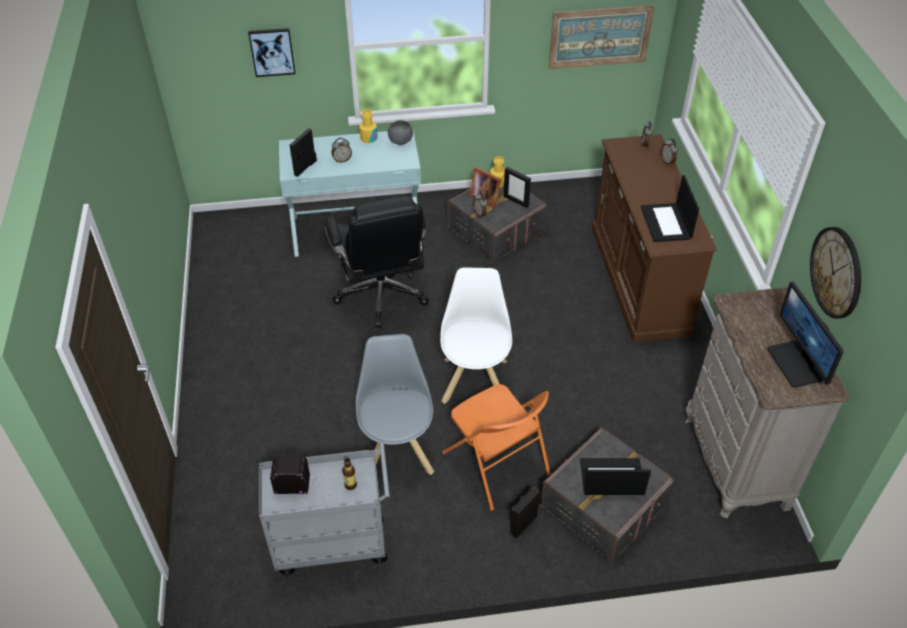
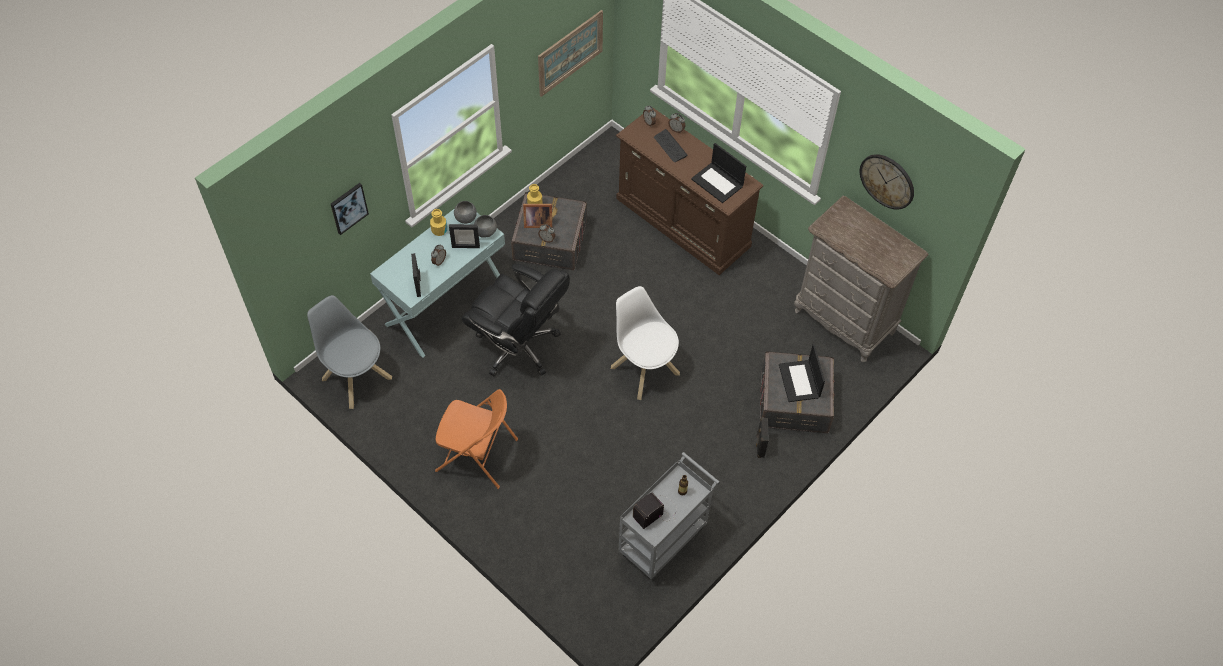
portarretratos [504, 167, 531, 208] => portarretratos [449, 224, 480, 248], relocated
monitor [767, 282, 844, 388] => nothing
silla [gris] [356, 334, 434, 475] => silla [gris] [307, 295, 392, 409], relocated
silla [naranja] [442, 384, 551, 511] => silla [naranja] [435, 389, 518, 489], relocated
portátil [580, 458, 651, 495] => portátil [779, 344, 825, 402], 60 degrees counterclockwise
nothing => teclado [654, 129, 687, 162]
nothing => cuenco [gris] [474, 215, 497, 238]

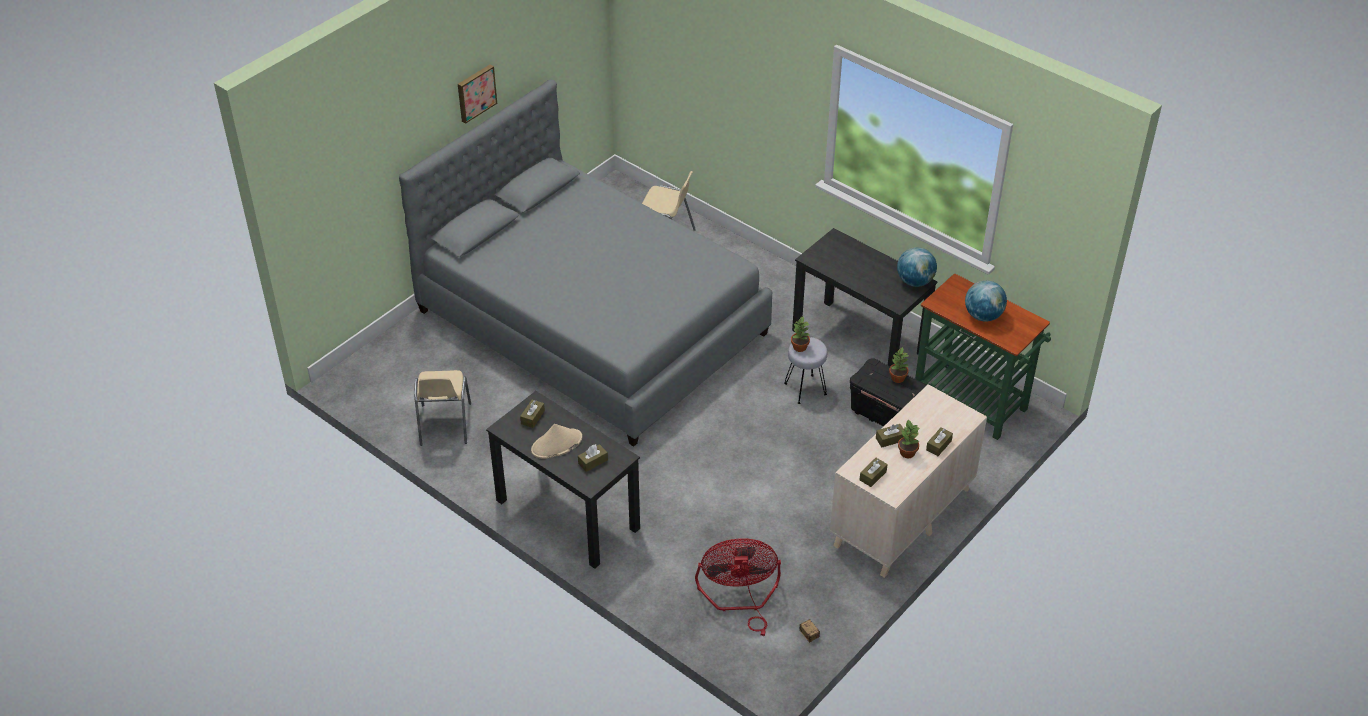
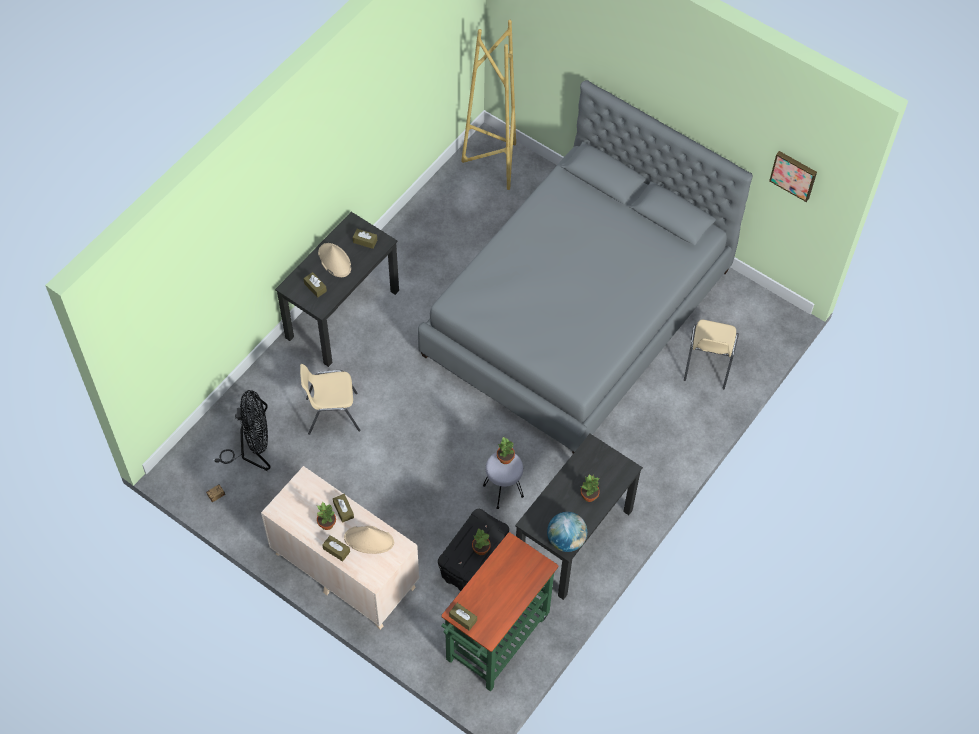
cuadro [458, 65, 497, 123] => cuadro [769, 151, 817, 202], relocated
globo terráqueo [965, 280, 1007, 322] => nothing
silla [beis] [414, 370, 471, 446] => silla [beis] [300, 364, 361, 435], relocated
caja de pañuelos [marrón] [860, 458, 888, 487] => caja de pañuelos [marrón] [449, 603, 477, 631], relocated
ventilador [rojo] [695, 538, 781, 636] => ventilador [negro] [213, 390, 271, 471]
nothing => perchero [amarillo] [461, 20, 516, 190]
nothing => planta en maceta [581, 475, 600, 502]
nothing => sombrero [beis] [344, 526, 394, 554]

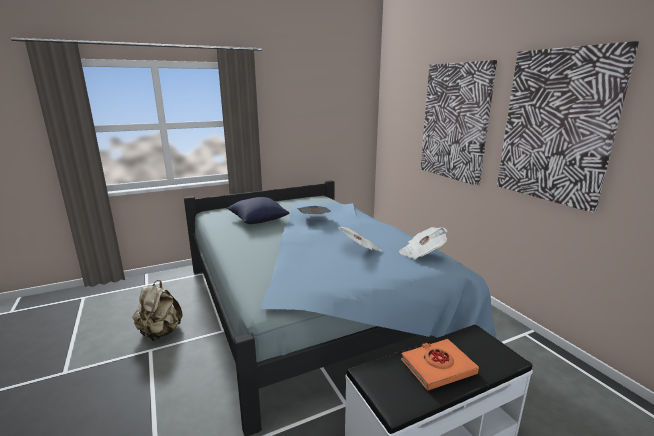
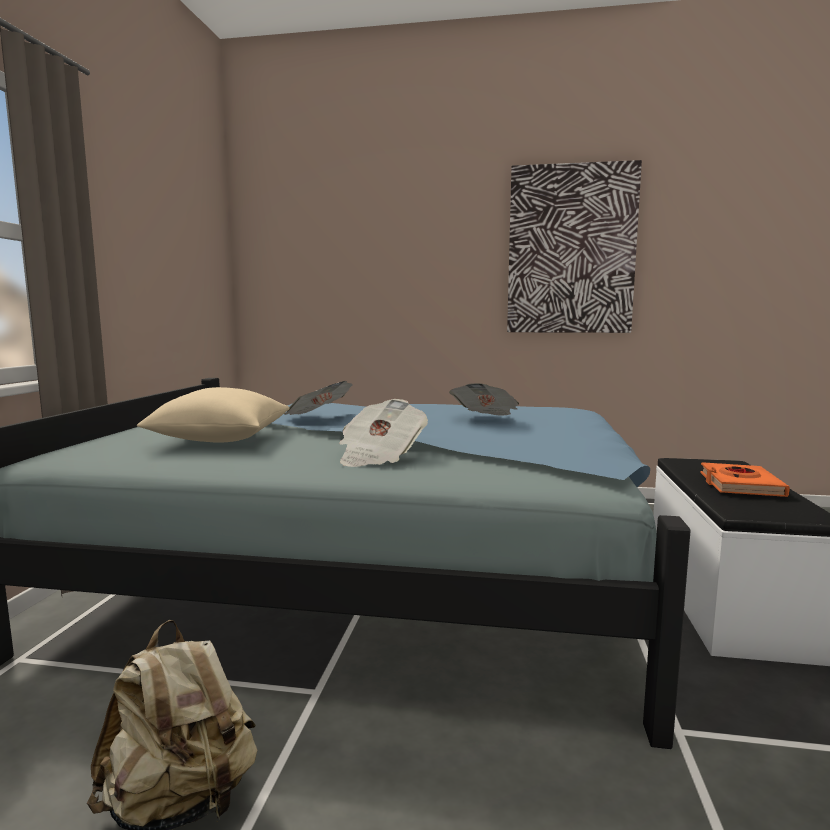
cuadro [421, 60, 497, 186] => nothing
cojín [azul] [227, 197, 290, 224] => cojín [beis] [137, 387, 290, 443]
periódico [399, 227, 447, 259] => periódico [340, 399, 428, 467], relocated

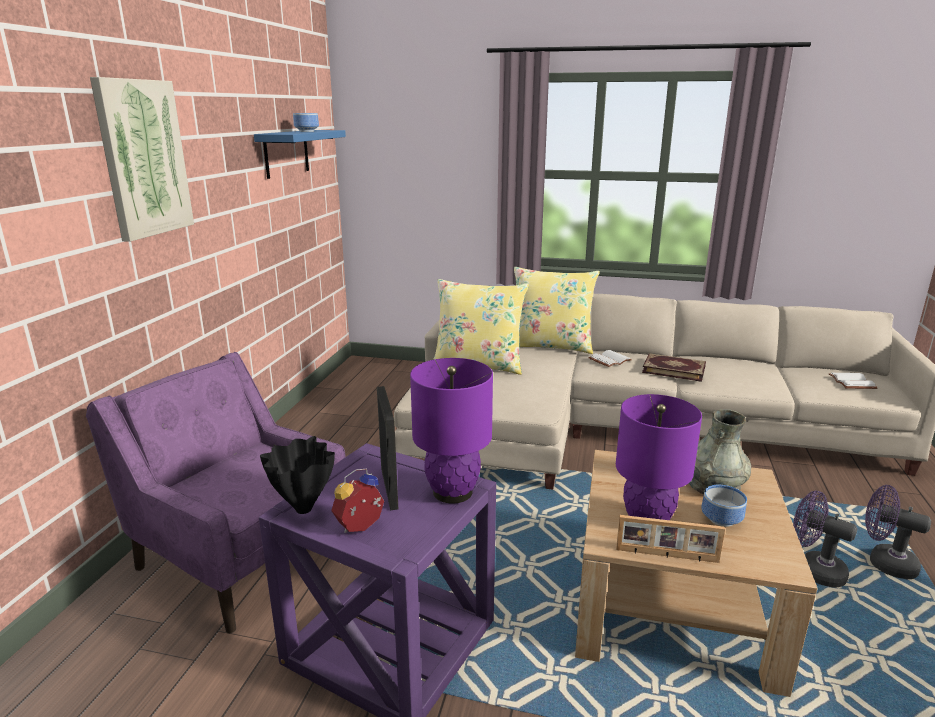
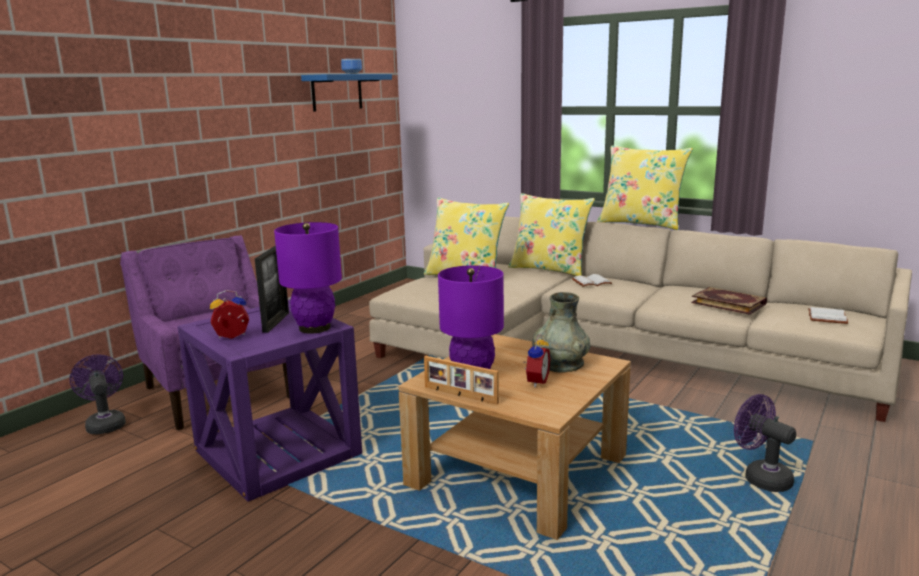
cuadro [90, 77, 194, 242] => nothing
libro [642, 353, 706, 382] => libro [691, 287, 767, 315], relocated
florero [negro] [260, 436, 335, 514] => nothing
cuenco [701, 485, 747, 527] => despertador [522, 335, 550, 388]
ventilador [morado] [793, 490, 858, 588] => ventilador [morado] [69, 354, 126, 434], relocated
nothing => cojín [amarillo] [597, 145, 693, 230]

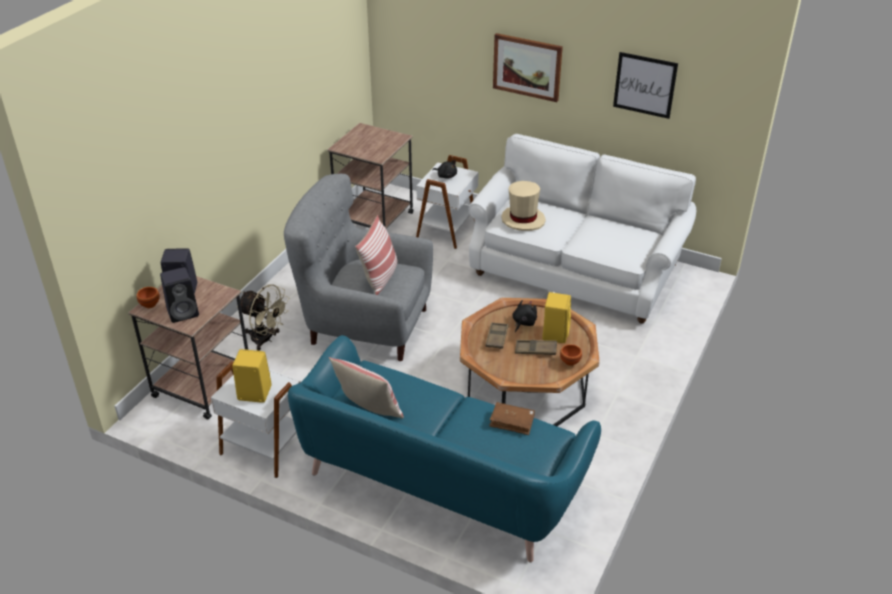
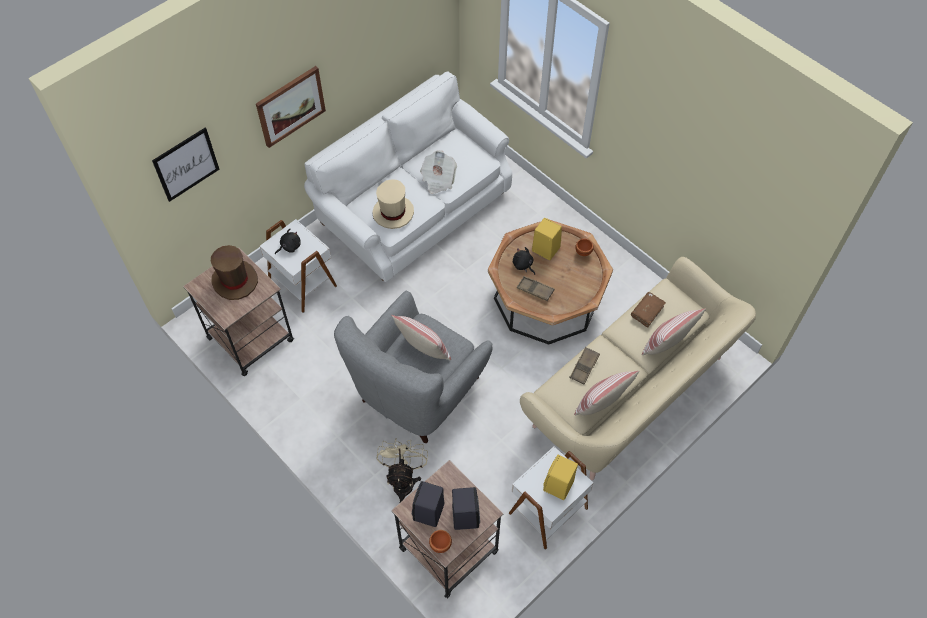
cuadro [613, 52, 678, 119] => cuadro [152, 128, 220, 202], relocated
ventilador [beis] [237, 284, 289, 351] => ventilador [beis] [377, 438, 428, 503], 45 degrees counterclockwise
sofá [turquesa] [288, 335, 601, 562] => sofá [beis] [520, 257, 756, 480]
bandeja [marrón] [515, 340, 557, 355] => bandeja [marrón] [569, 347, 600, 385], relocated
nothing => periódico [420, 150, 457, 194]
nothing => sombrero [marrón] [211, 245, 258, 300]
nothing => cojín [642, 308, 706, 355]

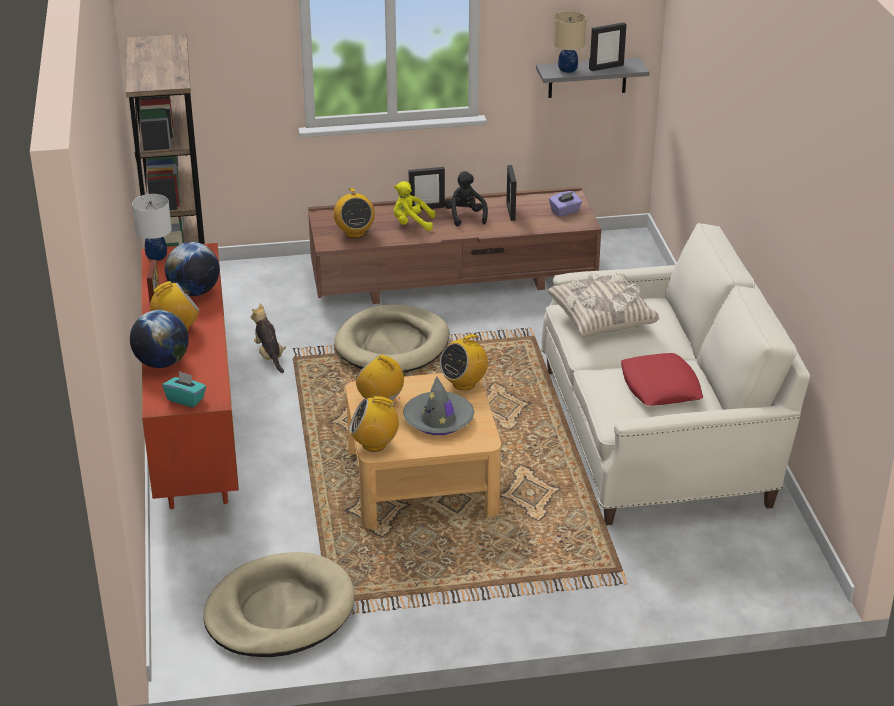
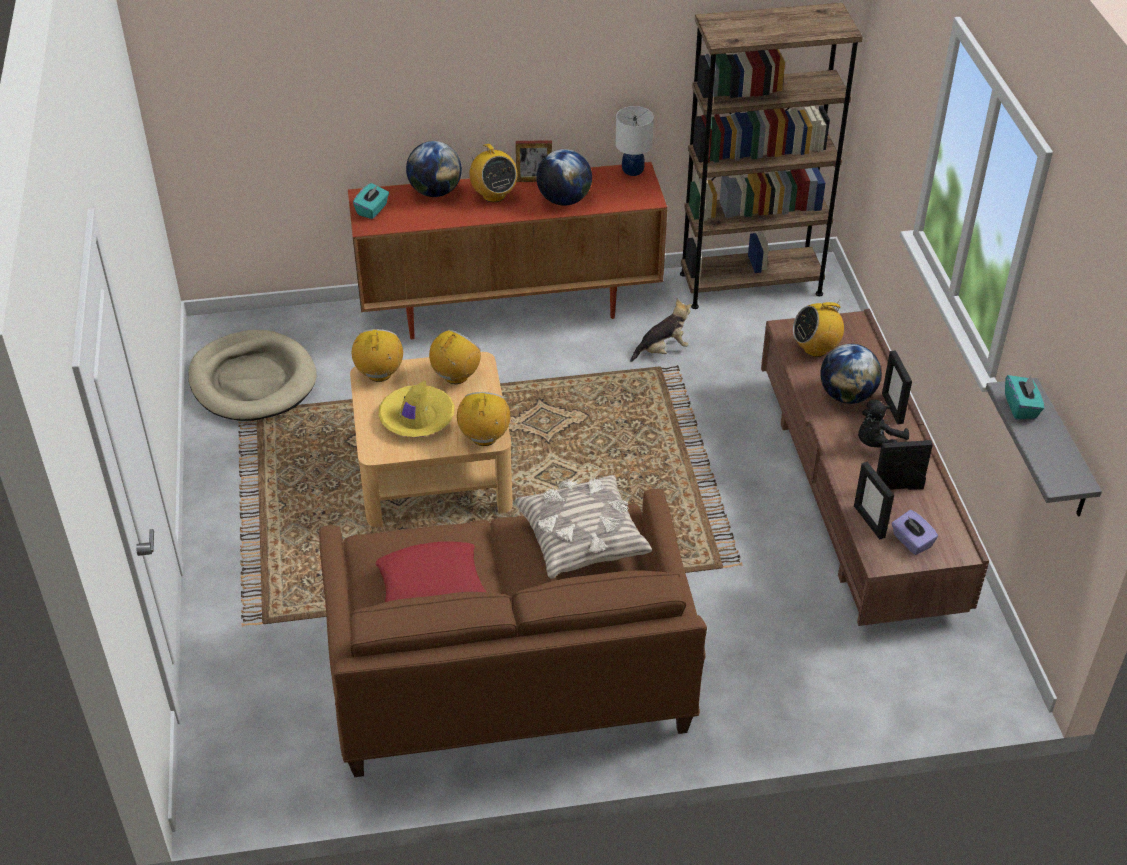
lámpara de mesa [beis] [553, 11, 586, 73] => caja de pañuelos [turquesa] [1005, 375, 1044, 419]
portarretratos [589, 23, 626, 71] => portarretratos [854, 462, 894, 540], relocated
peluche [negro] [444, 171, 488, 227] => peluche [negro] [858, 399, 909, 448], 150 degrees clockwise
peluche [amarillo] [394, 181, 435, 231] => globo terráqueo [820, 344, 881, 404]
sofá [blanco] [540, 223, 810, 525] => sofá [marrón] [319, 489, 707, 777]
cama para perro [beis] [334, 304, 450, 372] => nothing
radio [440, 333, 488, 390] => radio [457, 392, 510, 446], 45 degrees clockwise
sombrero [gris] [403, 376, 475, 435] => sombrero [amarillo] [378, 380, 455, 437]

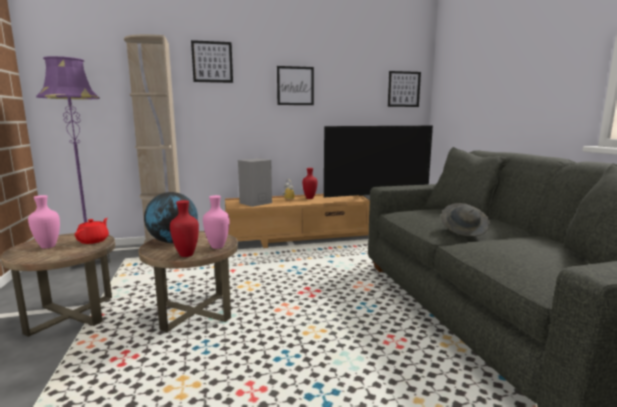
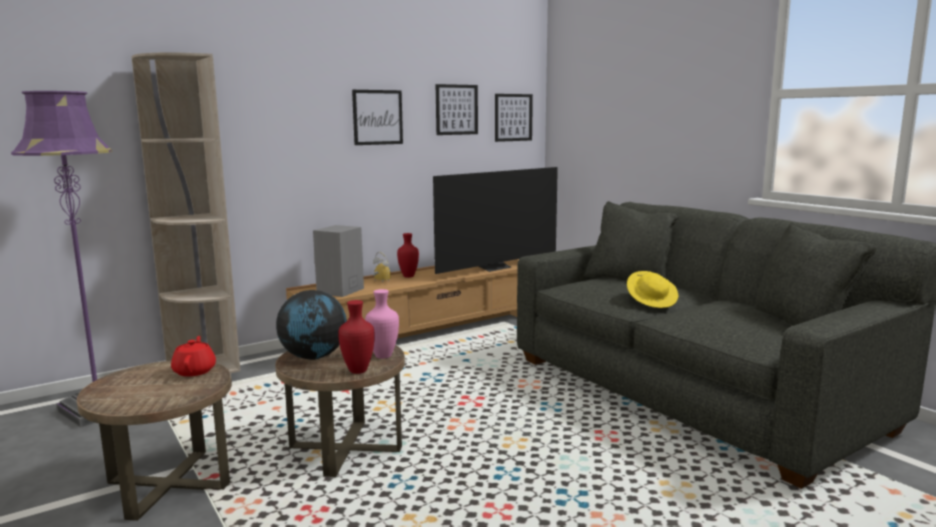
cuadro [191, 40, 233, 83] => cuadro [436, 84, 478, 135], relocated
florero [rosa] [28, 195, 60, 249] => nothing
sombrero [gris] [441, 203, 490, 236] => sombrero [amarillo] [627, 271, 678, 308]

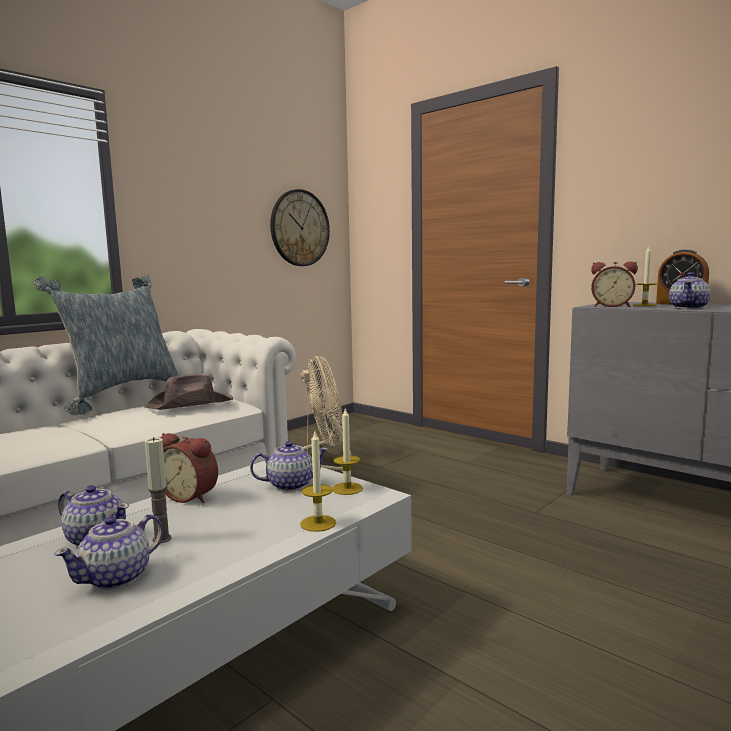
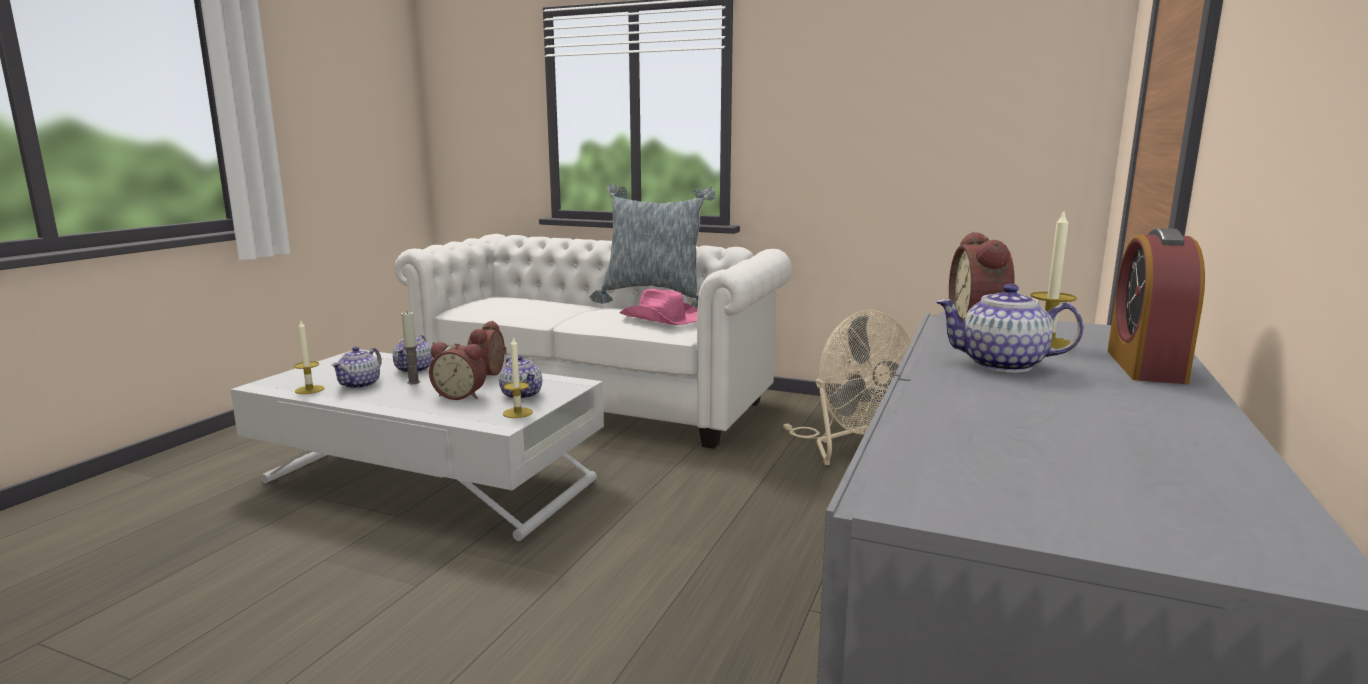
reloj de pared [270, 189, 330, 266] => nothing
sombrero [marrón] [144, 374, 233, 410] => sombrero [rosa] [620, 289, 698, 325]
vela [300, 432, 336, 532] => vela [294, 321, 325, 394], relocated
tetera [54, 514, 163, 590] => tetera [331, 347, 382, 389], 90 degrees counterclockwise
nothing => despertador [429, 342, 486, 400]

